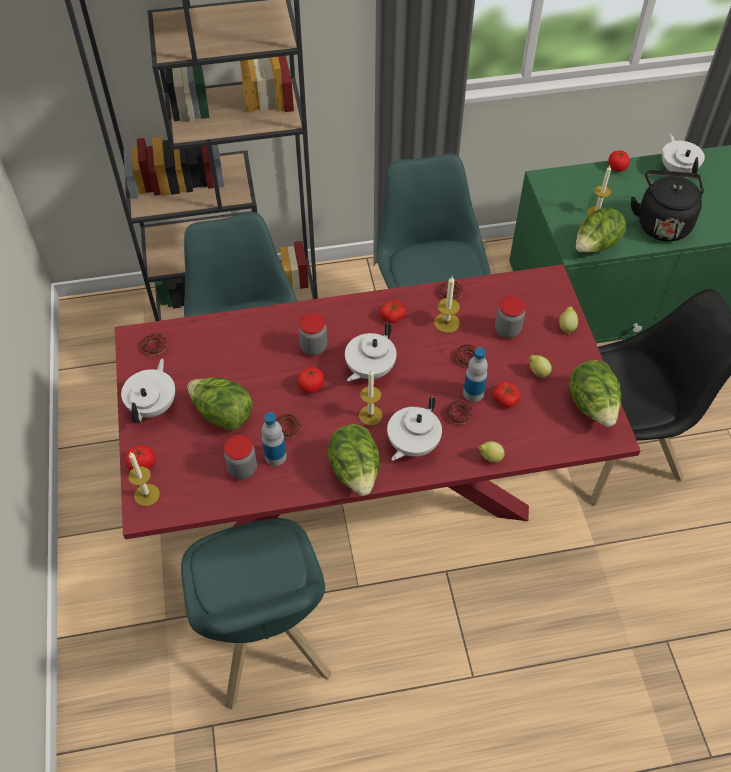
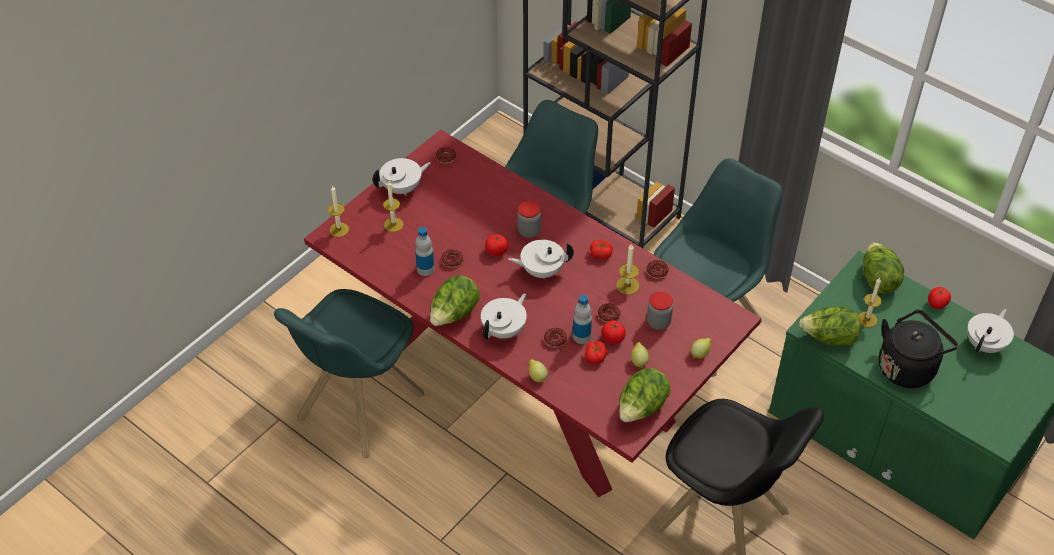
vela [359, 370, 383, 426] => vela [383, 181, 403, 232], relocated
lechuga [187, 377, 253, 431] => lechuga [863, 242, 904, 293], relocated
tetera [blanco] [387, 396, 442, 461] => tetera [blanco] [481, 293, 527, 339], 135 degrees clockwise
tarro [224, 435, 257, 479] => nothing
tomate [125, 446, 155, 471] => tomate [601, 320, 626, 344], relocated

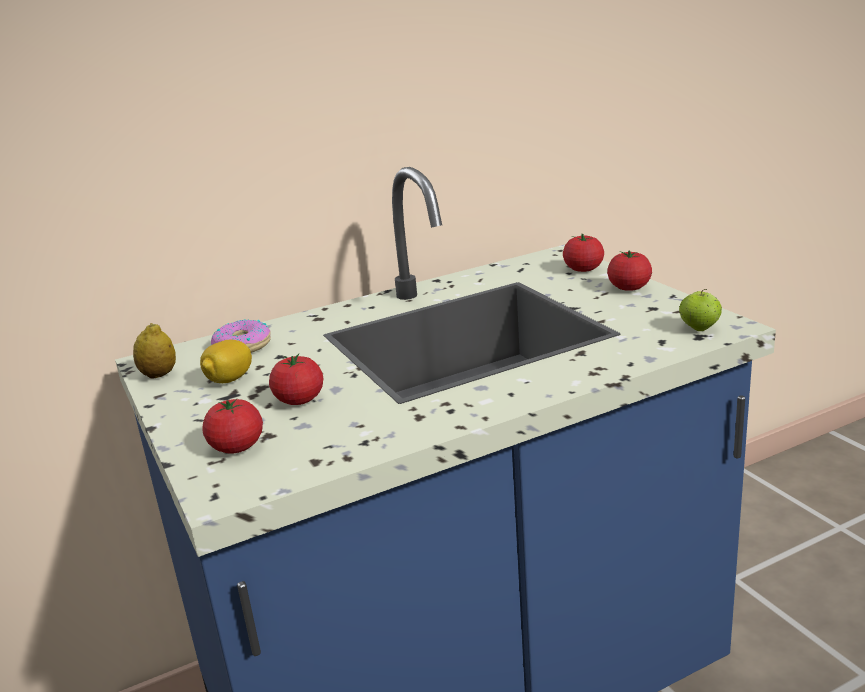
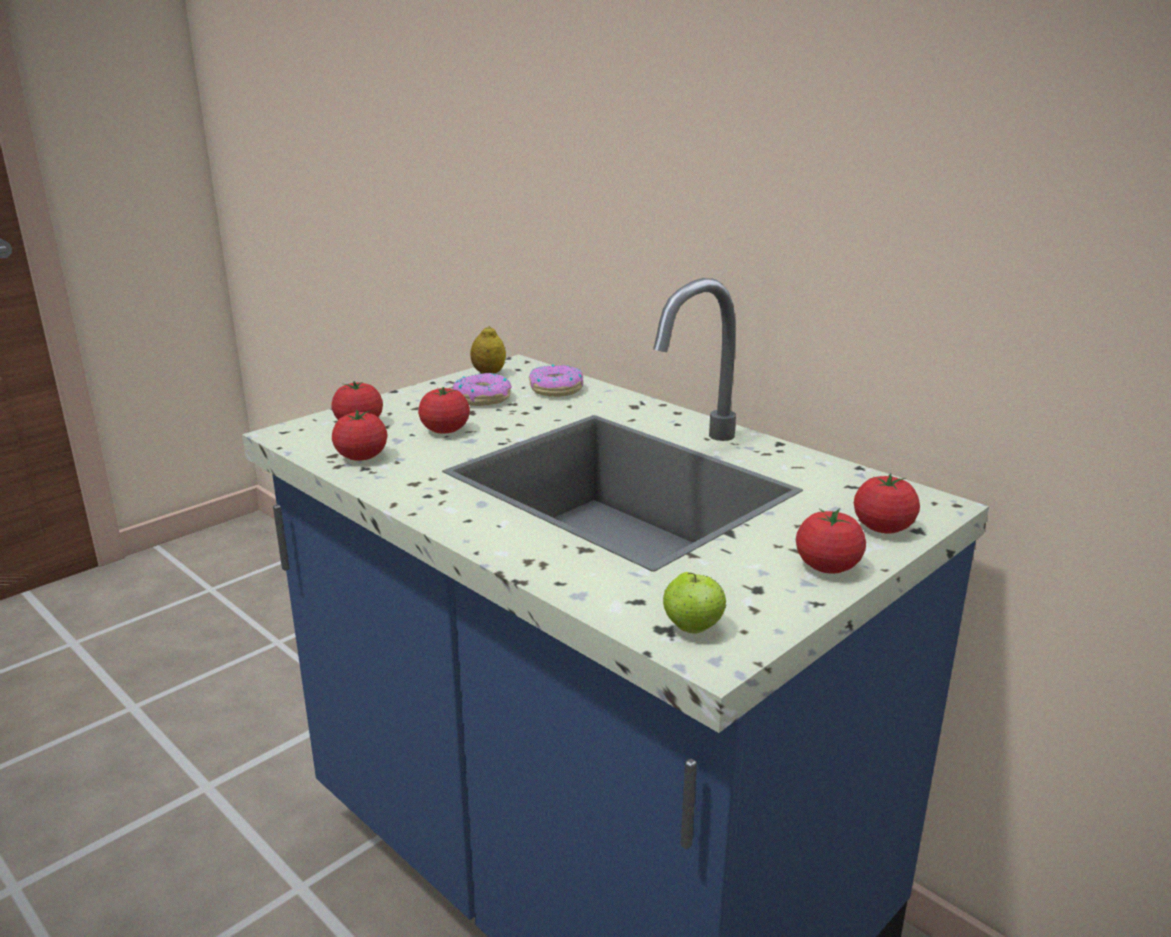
limón [200, 340, 252, 383] => rosquilla [452, 373, 512, 406]
nothing => tomate [332, 410, 388, 461]

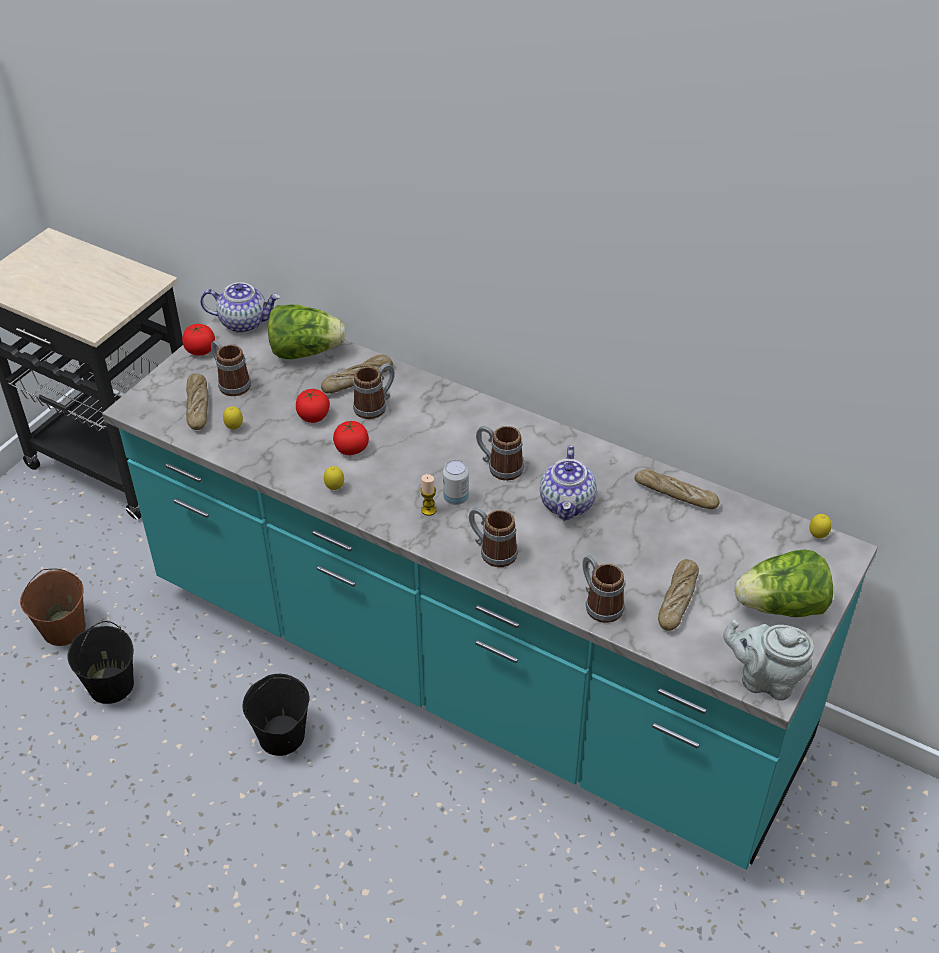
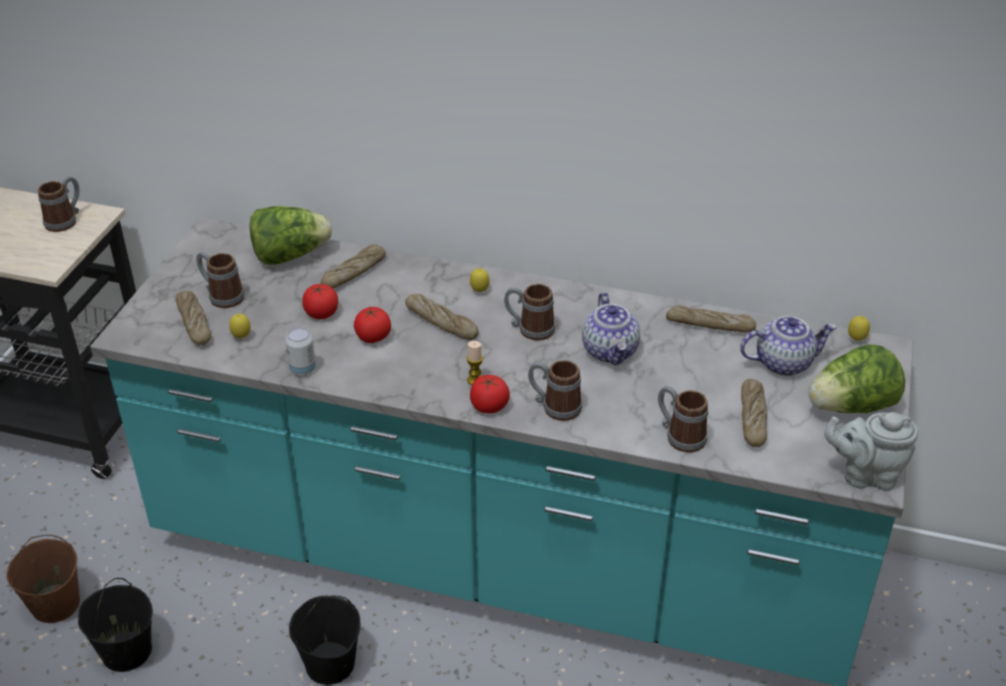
tetera [200, 282, 280, 333] => tetera [740, 316, 837, 376], relocated
tomate [182, 324, 215, 356] => tomate [470, 375, 510, 413], relocated
taza grande [353, 363, 395, 419] => taza grande [38, 177, 79, 232], relocated
lata [443, 460, 469, 505] => lata [285, 327, 316, 376], relocated
limón [324, 466, 344, 490] => limón [470, 268, 490, 292], relocated
nothing => pan [405, 294, 479, 340]

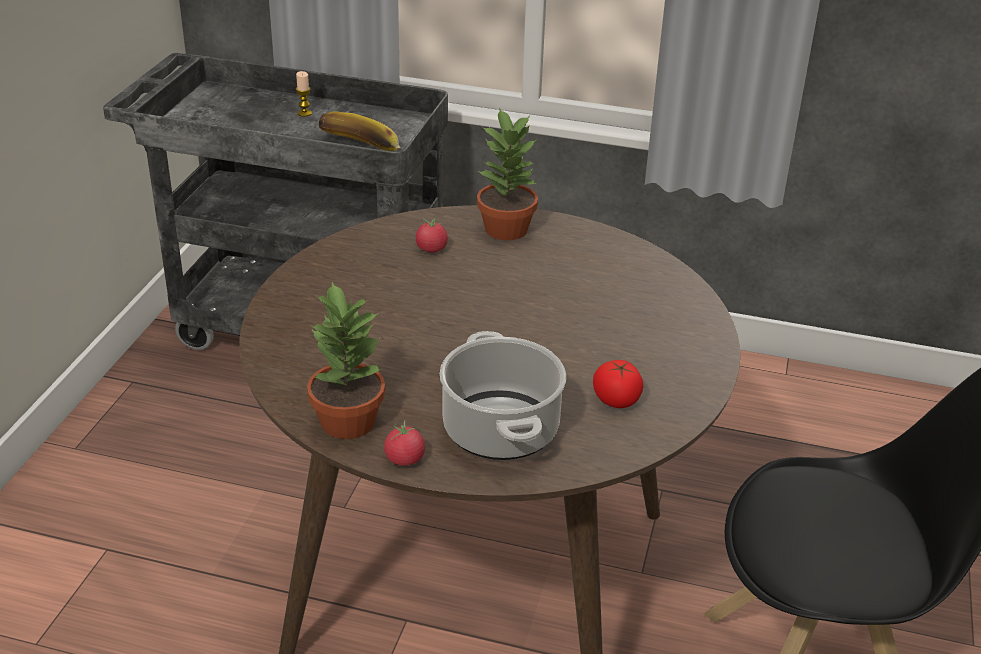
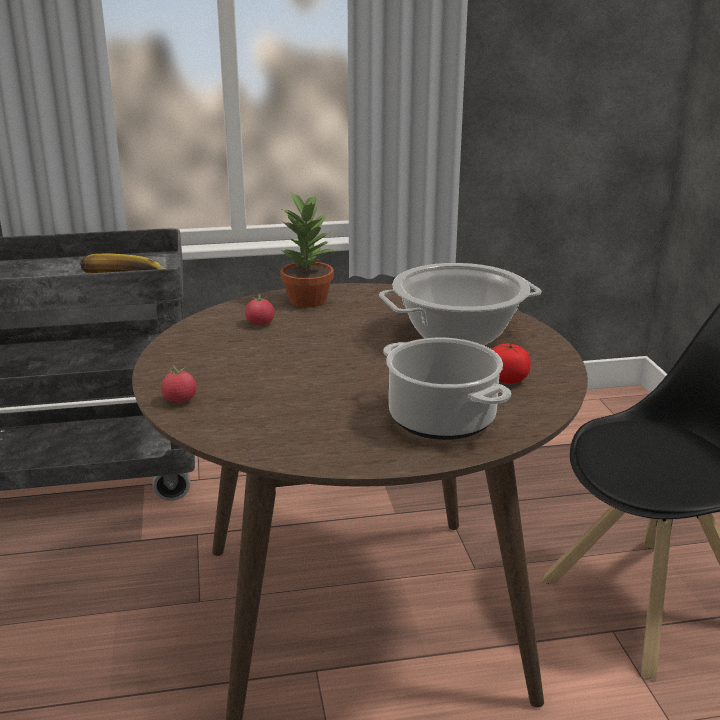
vela [296, 71, 312, 117] => nothing
planta en maceta [307, 282, 385, 439] => nothing
tomate [384, 420, 425, 466] => tomate [161, 366, 196, 403], relocated
nothing => olla [379, 263, 541, 346]

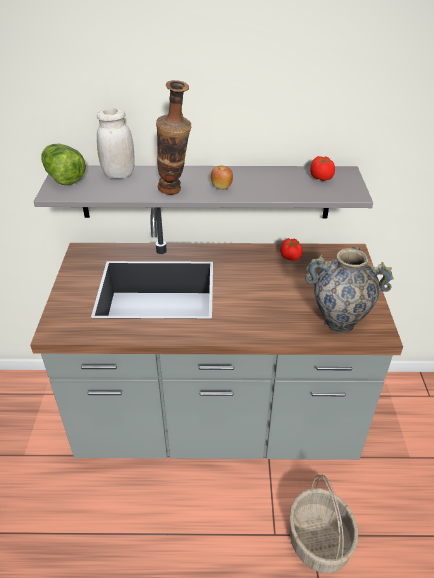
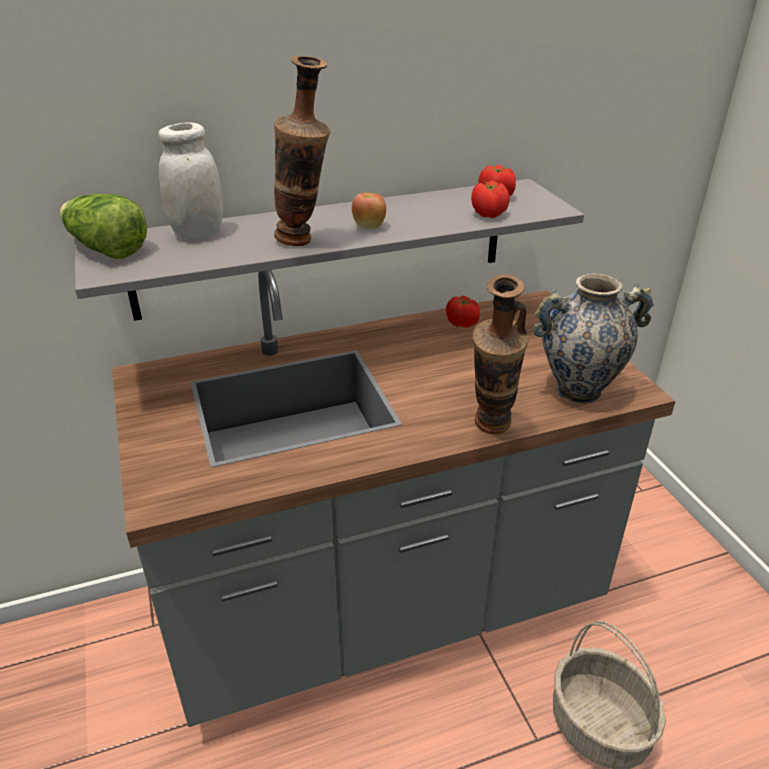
nothing => tomate [471, 181, 510, 218]
nothing => florero [472, 275, 529, 434]

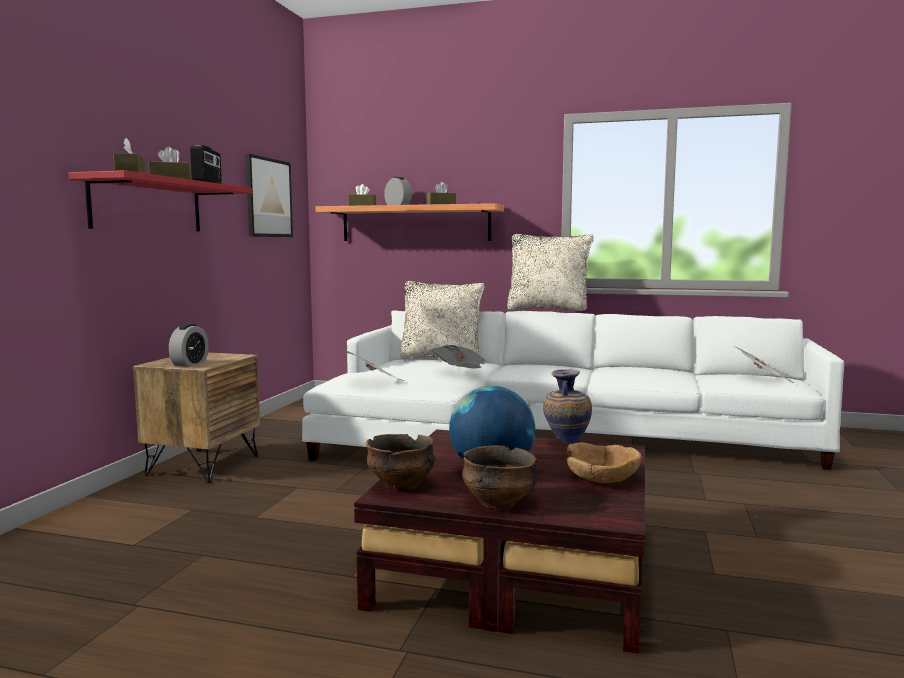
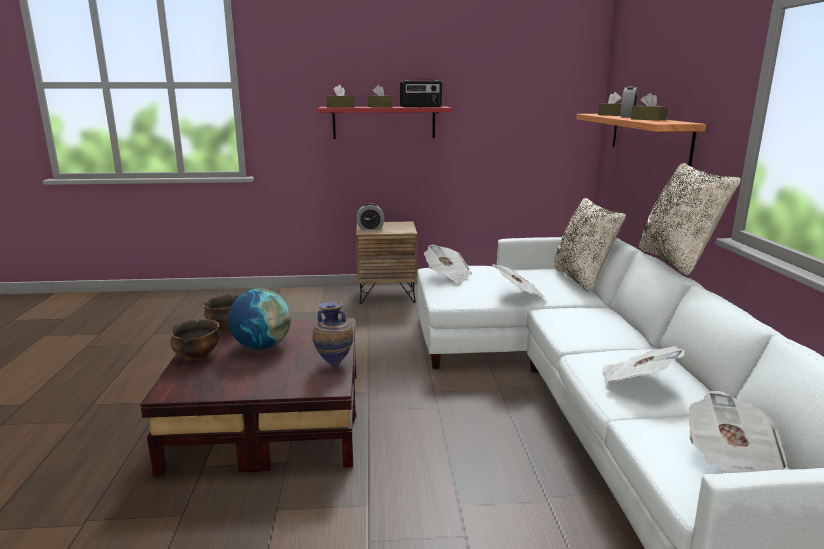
cuadro [246, 154, 293, 237] => nothing
cuenco [marrón] [567, 442, 641, 483] => nothing
nothing => periódico [602, 346, 685, 382]

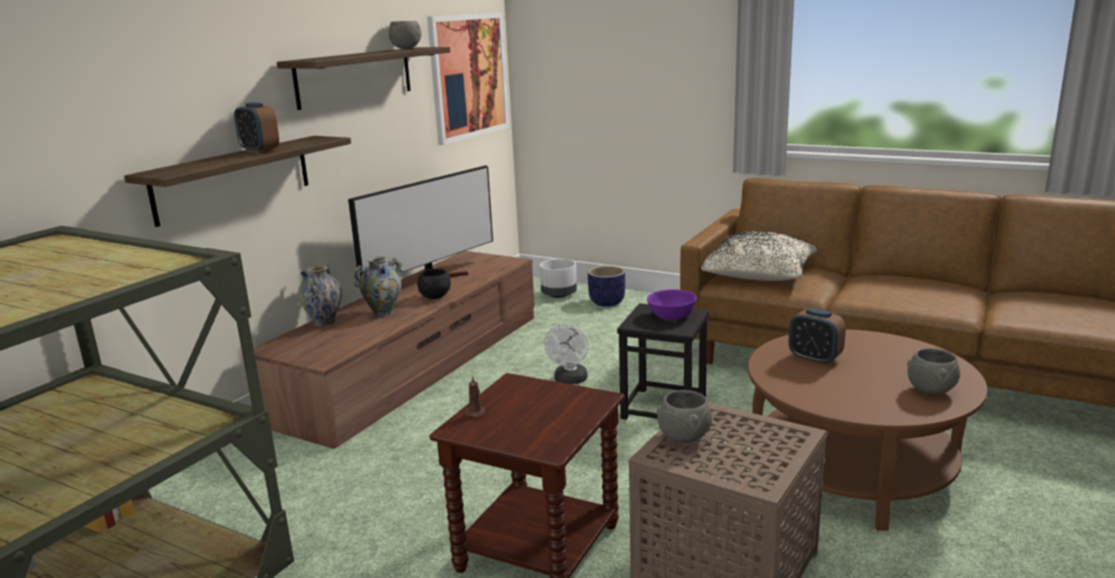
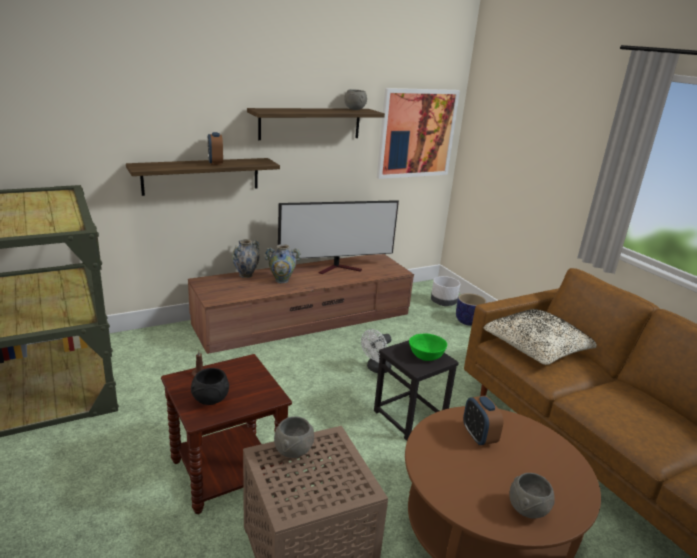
cuenco [negro] [417, 268, 451, 299] => cuenco [negro] [191, 368, 229, 405], relocated
cuenco [morado] [647, 289, 697, 320] => cuenco [verde] [409, 333, 447, 361]

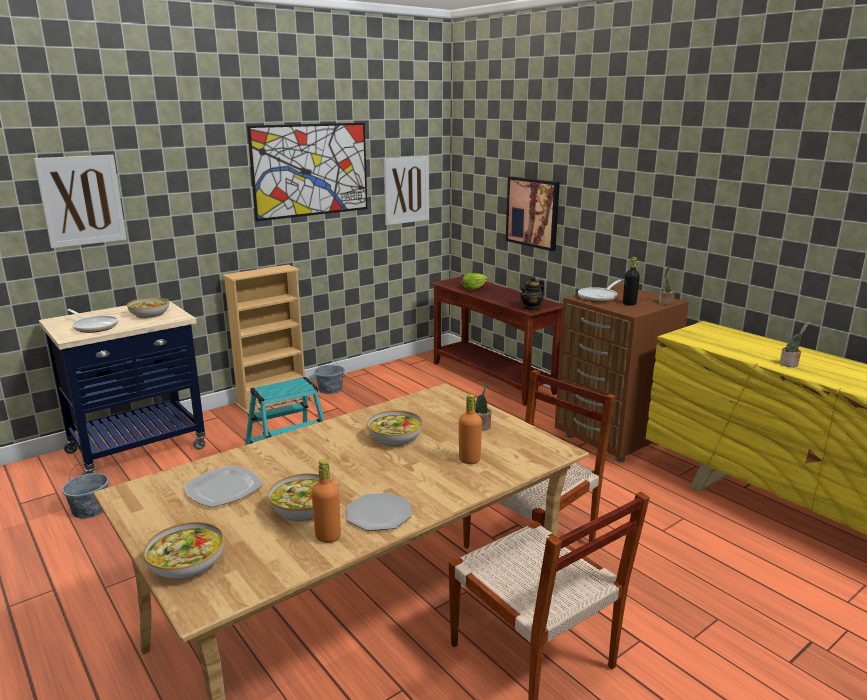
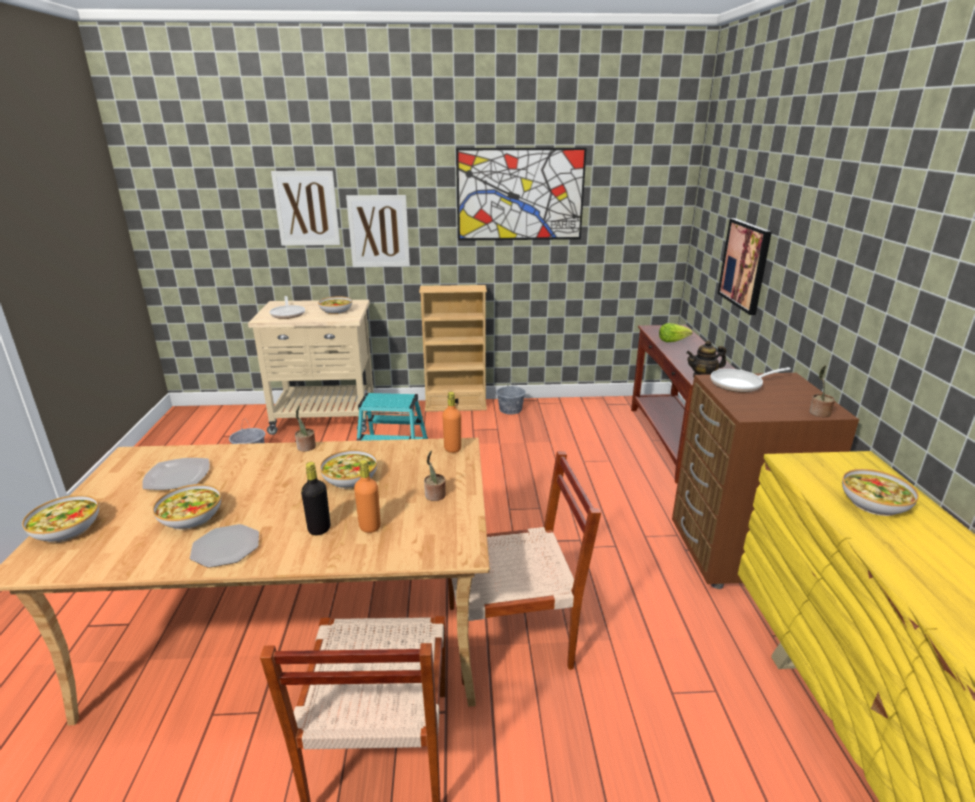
cuadro [384, 156, 429, 225] => cuadro [346, 195, 410, 267], relocated
botella [negro] [623, 257, 640, 306] => botella [negro] [301, 462, 330, 535], relocated
carrito [azul] [39, 301, 205, 475] => carrito [beis] [248, 300, 374, 435]
planta en maceta [780, 321, 809, 367] => planta en maceta [295, 406, 316, 452], relocated
botella [naranja] [311, 459, 341, 543] => botella [naranja] [442, 392, 461, 453], relocated
nothing => cuenco [842, 469, 919, 516]

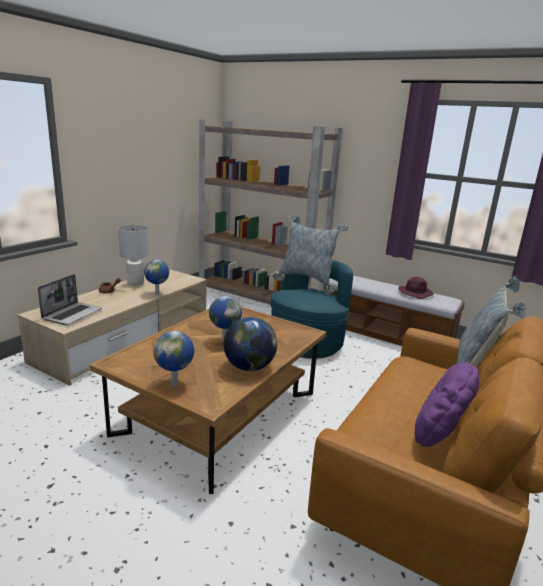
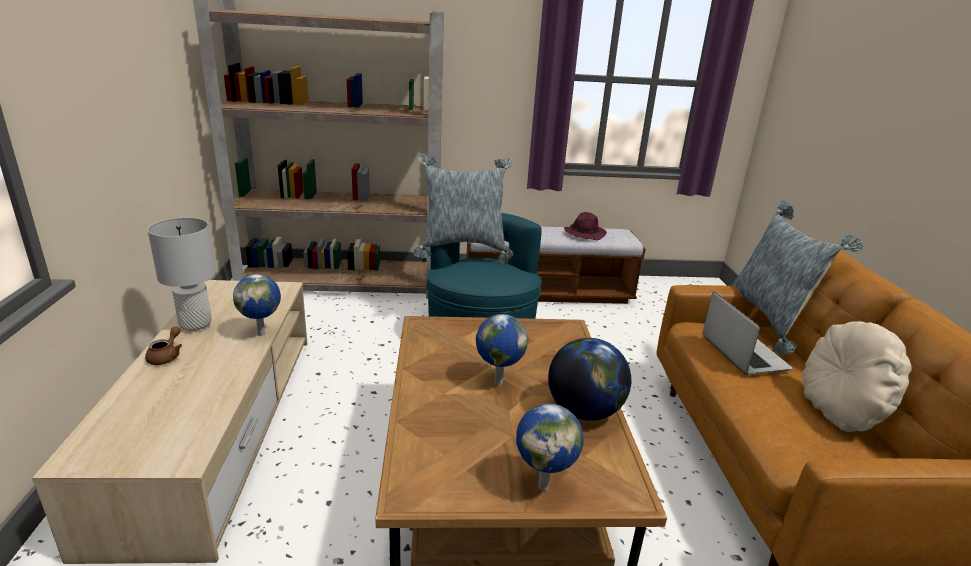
portátil [38, 274, 102, 325] => portátil [702, 291, 793, 375], relocated
cojín [morado] [415, 362, 479, 447] => cojín [beis] [802, 321, 912, 432]

